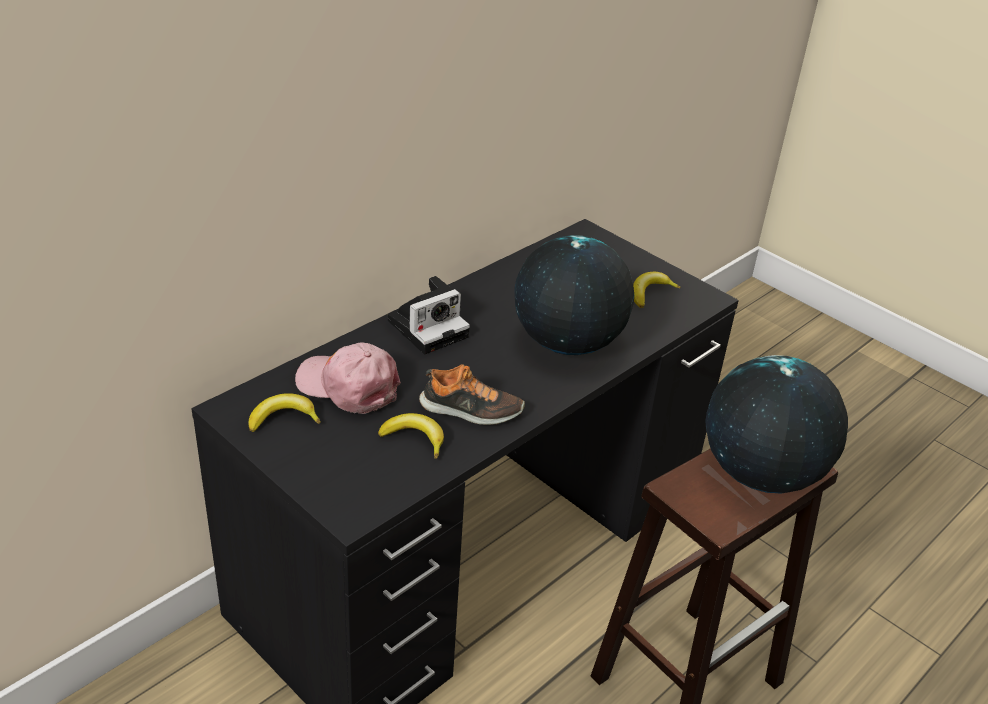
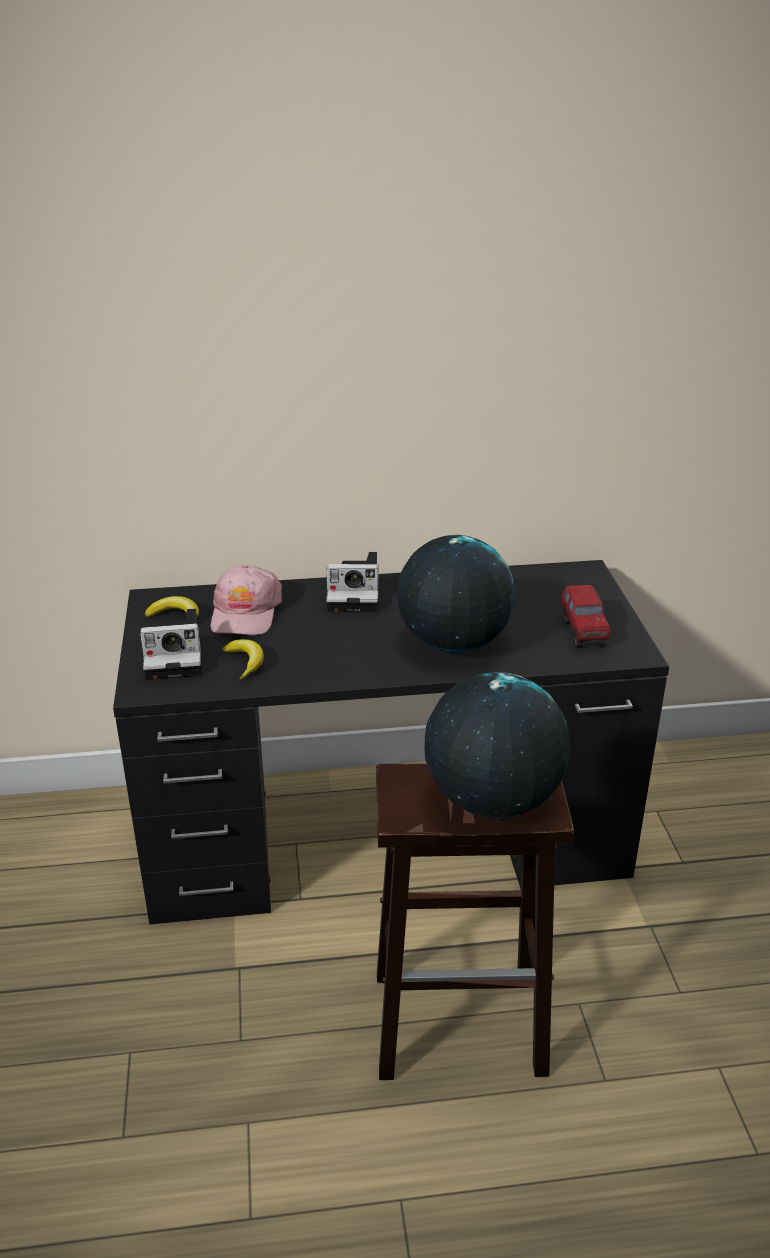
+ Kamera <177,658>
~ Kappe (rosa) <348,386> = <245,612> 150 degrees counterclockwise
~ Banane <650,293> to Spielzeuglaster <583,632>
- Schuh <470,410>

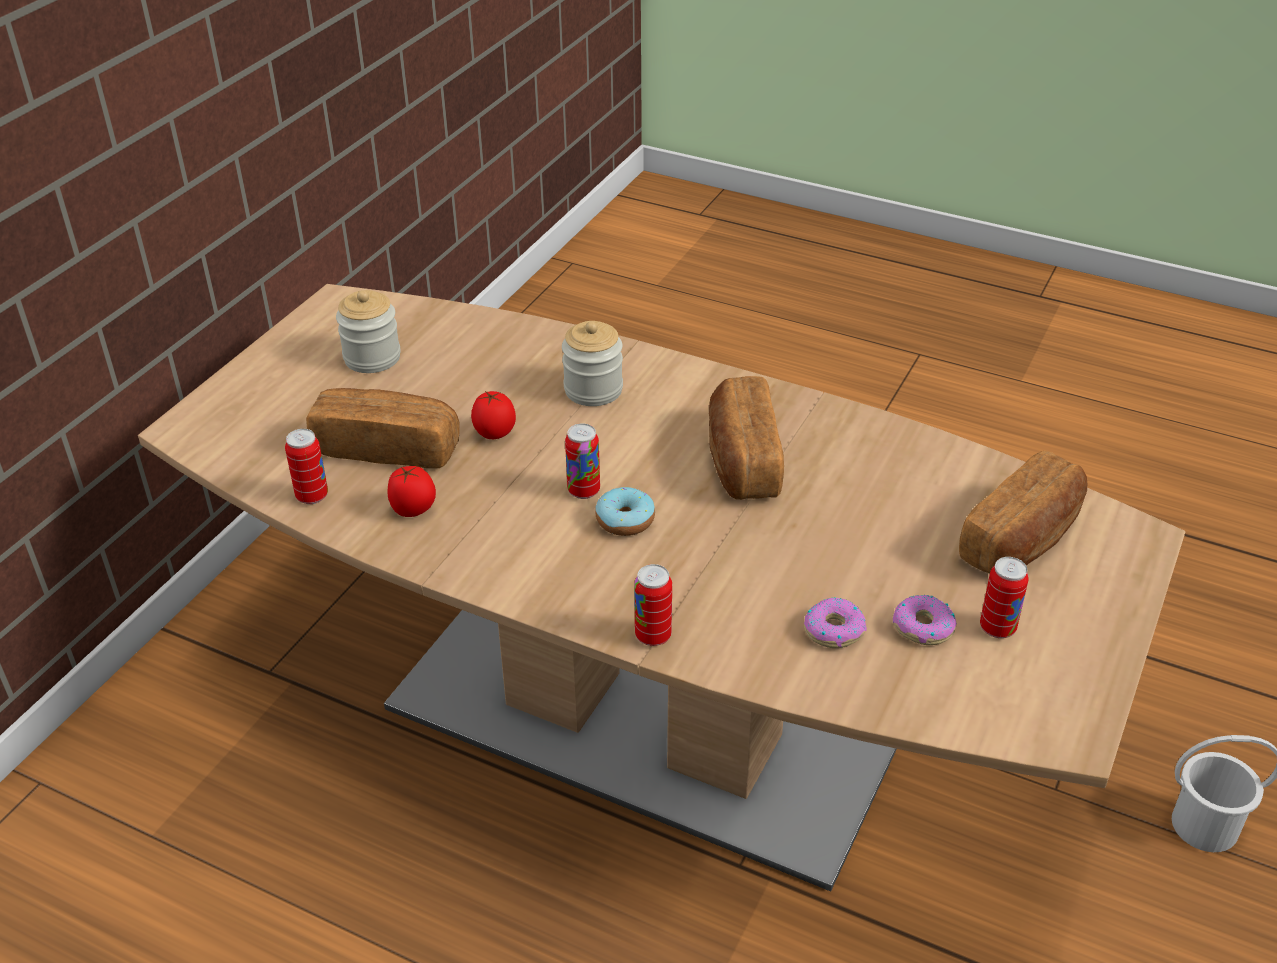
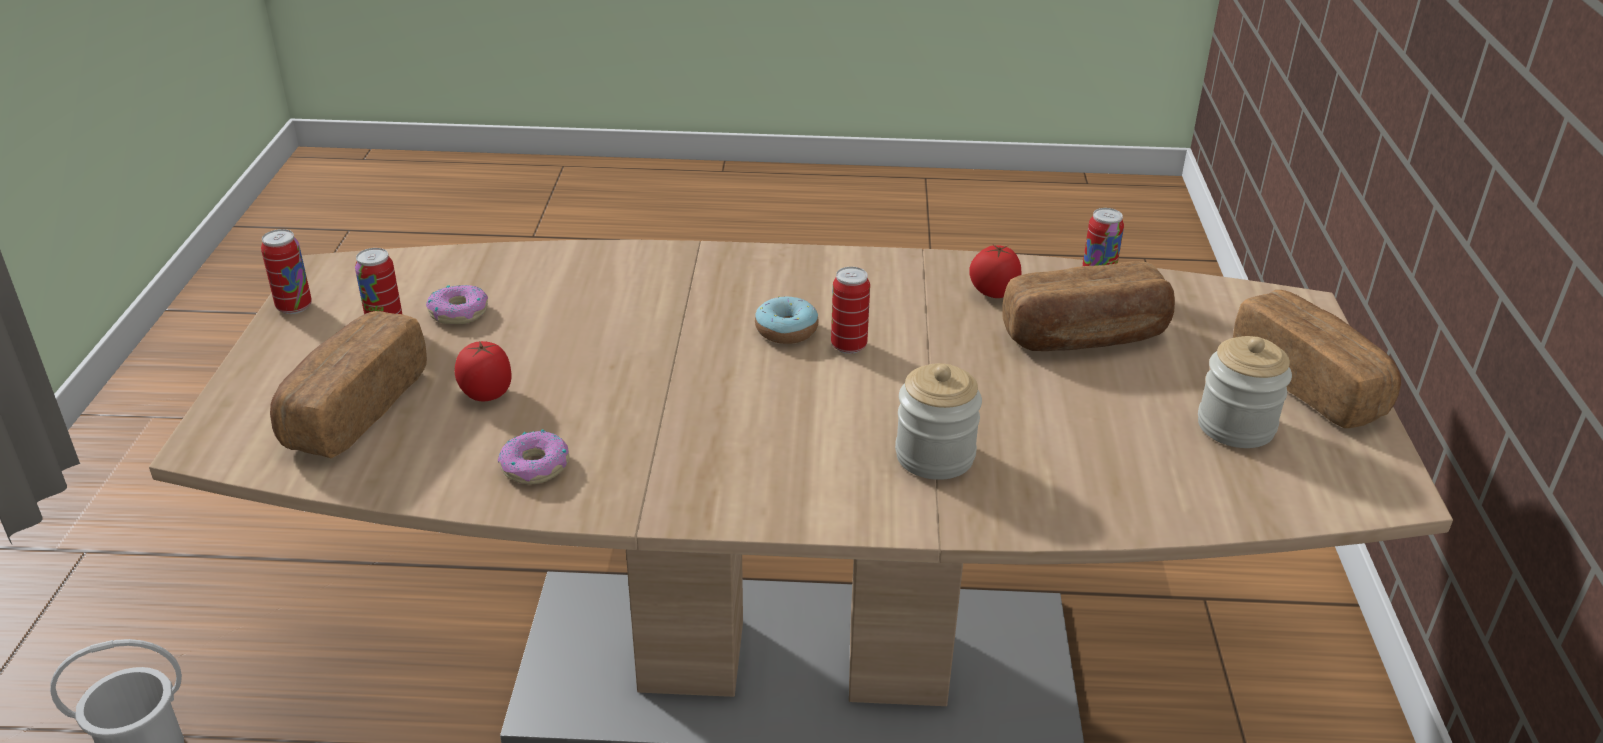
~ Dose <653,636> to <294,307>
~ Tomate <494,434> to <487,393>
~ Donut <833,630> to <535,466>
~ Brot <742,460> to <1309,383>

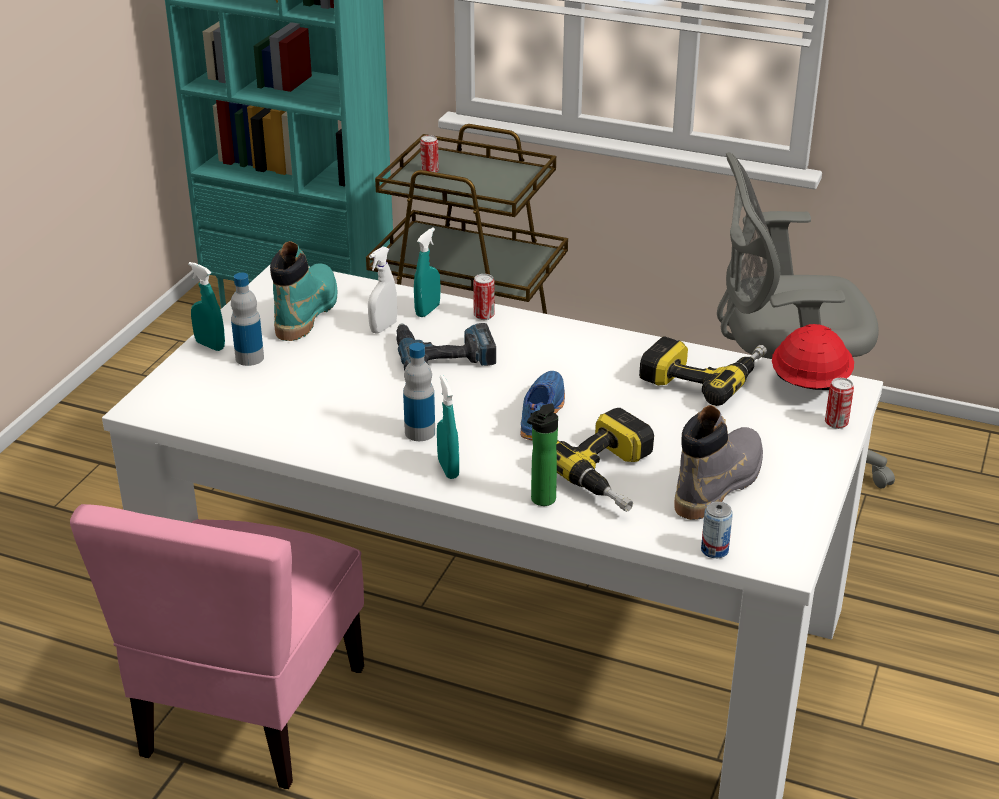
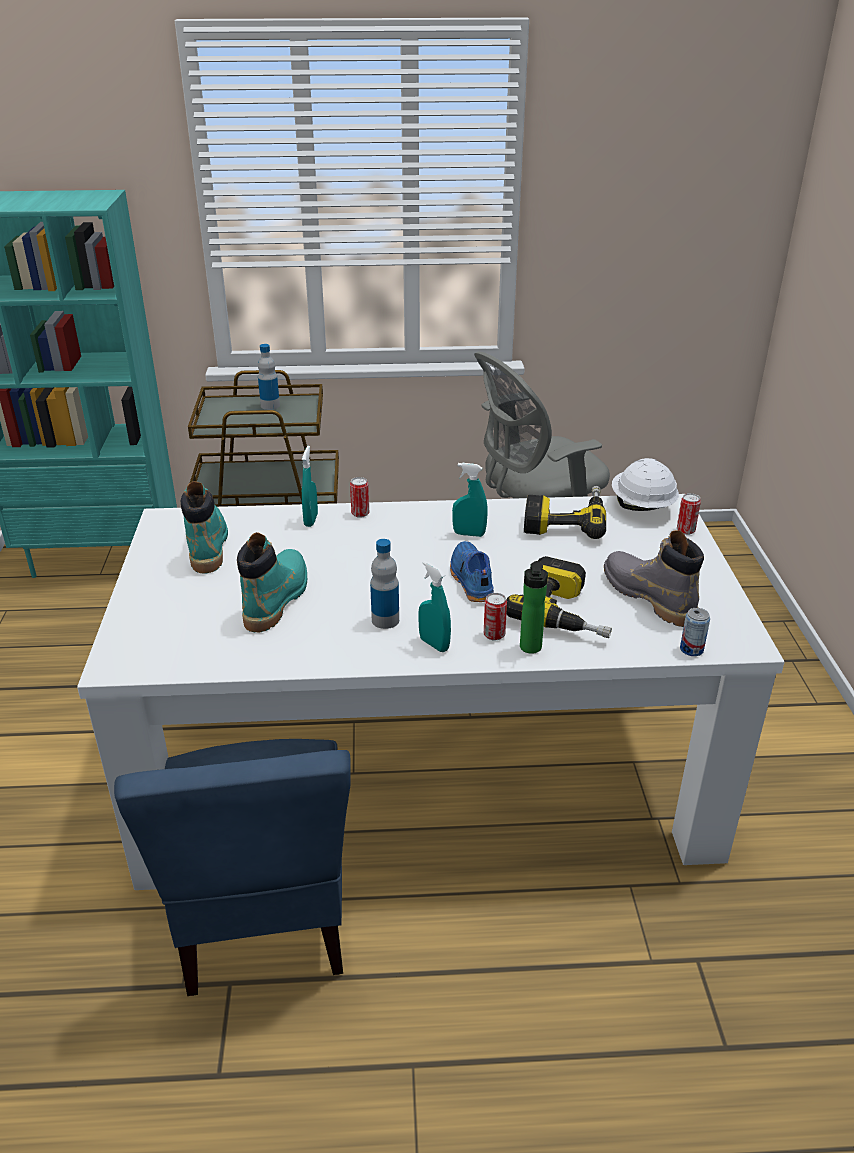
~ Stuhl (rosa) <250,711> to Stuhl (blau) <264,915>
+ Stiefel (türkis) <276,598>
~ Flasche <249,358> to <270,405>
~ Sprühflasche (türkis) <210,345> to <469,534>
~ Dose <430,171> to <494,635>
~ Stiefel (grau) <719,483> = <648,597> 45 degrees counterclockwise
~ Schutzhelm (rot) <809,383> to Schutzhelm (weiß) <641,507>
- Sprühflasche (weiß) <383,327>
- Bohrmaschine <444,354>

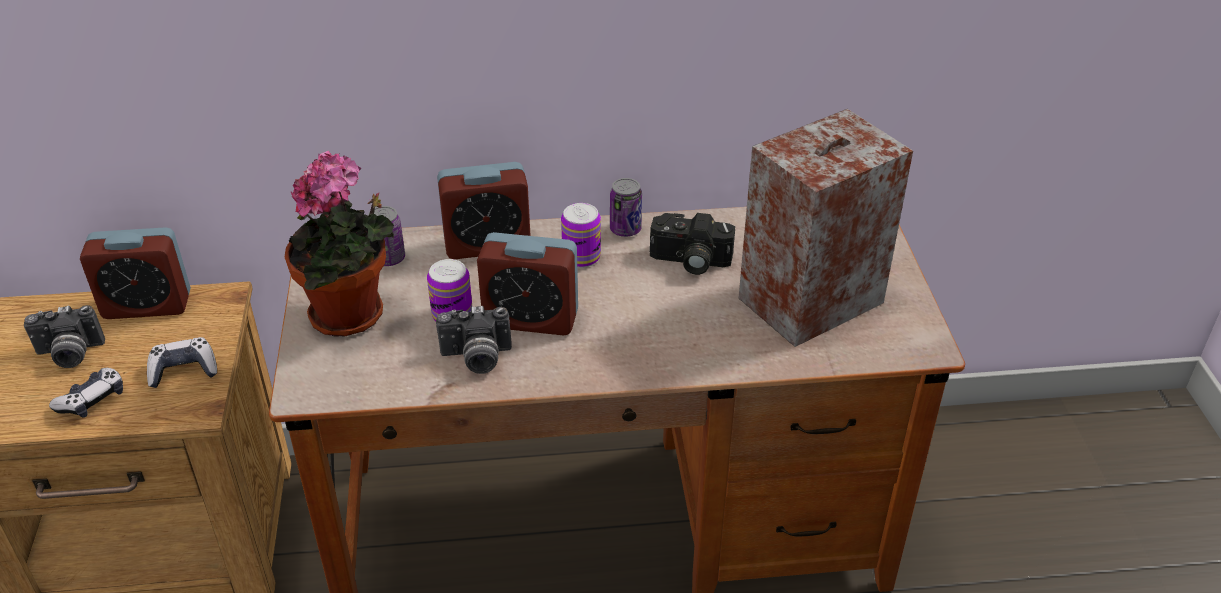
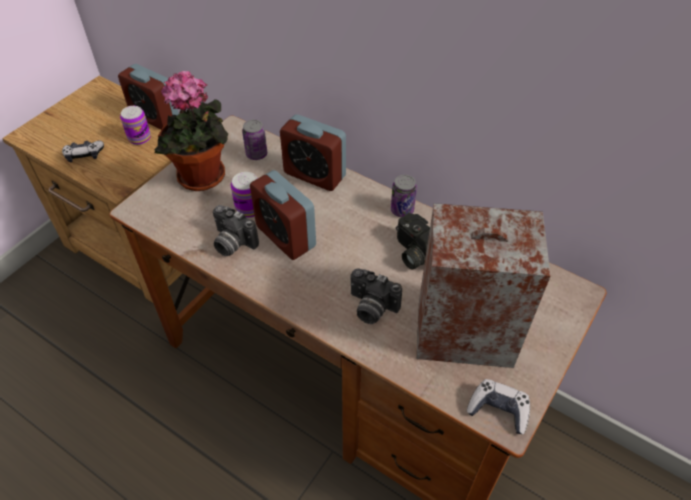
~ Dose <581,257> to <139,138>
~ Kamera <69,355> to <371,308>
~ Gamepad <183,370> to <498,410>

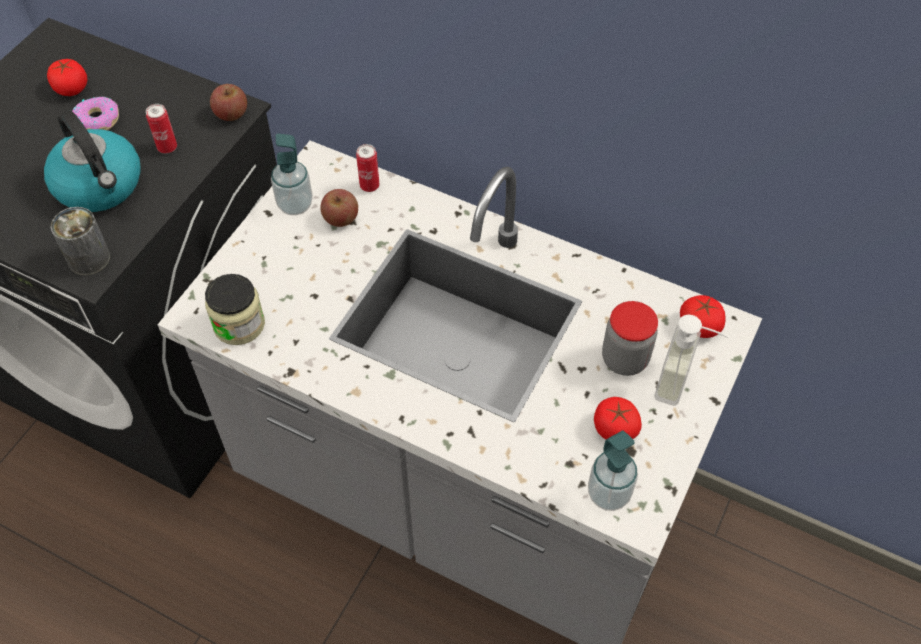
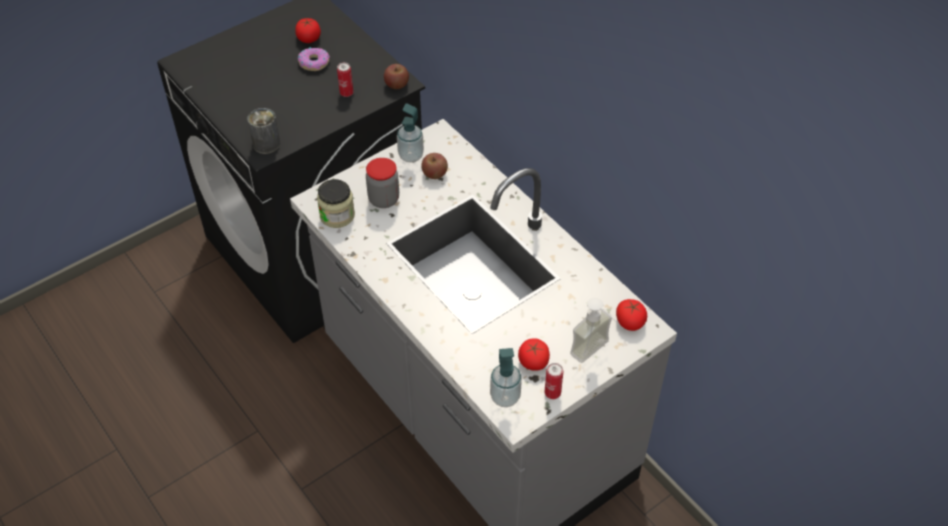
~ Vorratsglas <624,359> to <384,199>
~ Dose <369,186> to <552,393>
- Wasserkessel <100,185>

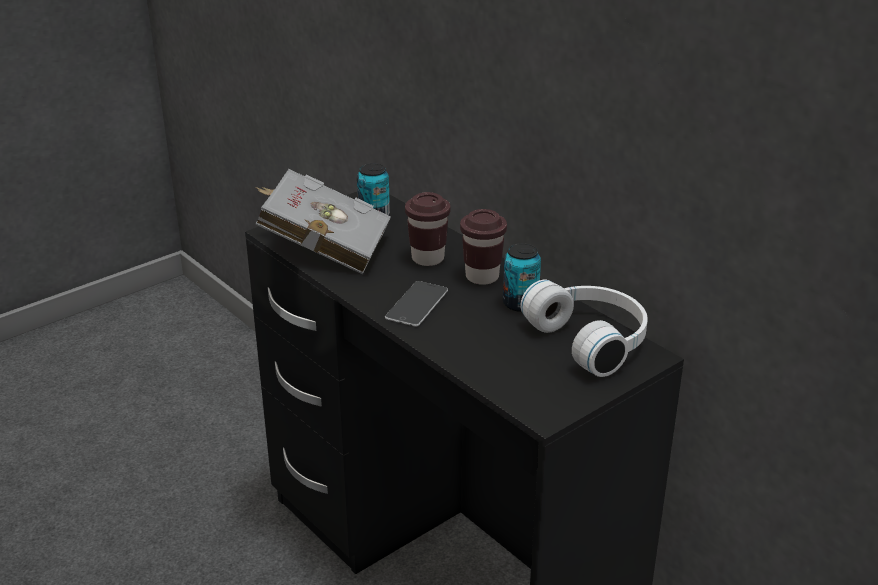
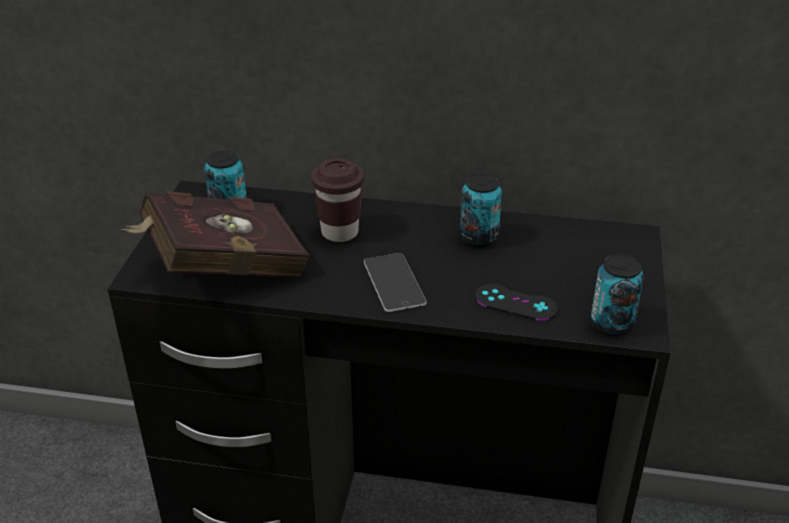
~ Buch (grau) <321,248> to Buch (rot) <221,269>
+ Gamepad (schwarz) <516,303>
+ Dose <611,324>
- Tasse (braun) <482,277>
- Kopfhörer (weiß) <592,339>

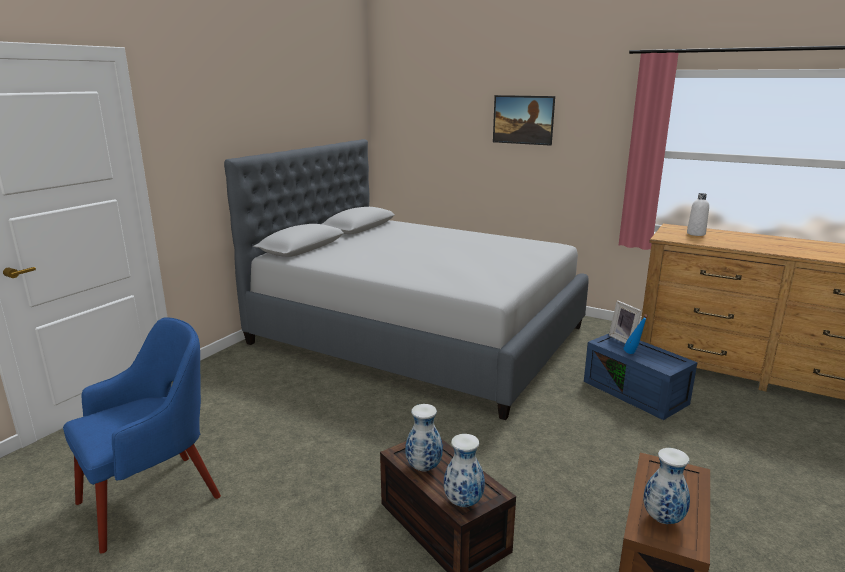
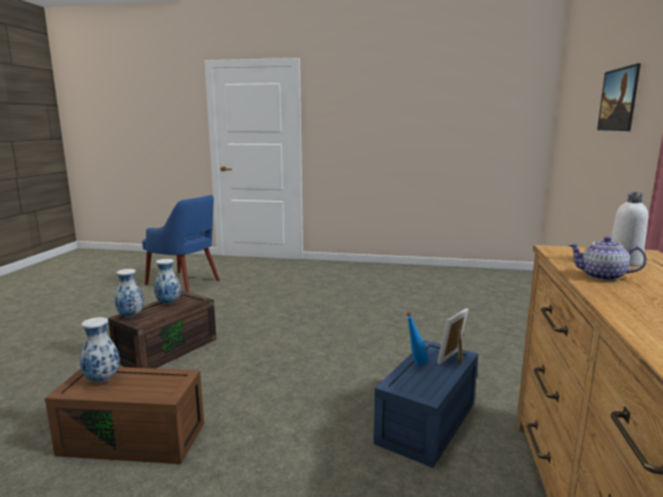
+ Teekanne <602,276>
- Bett (grau) <418,335>

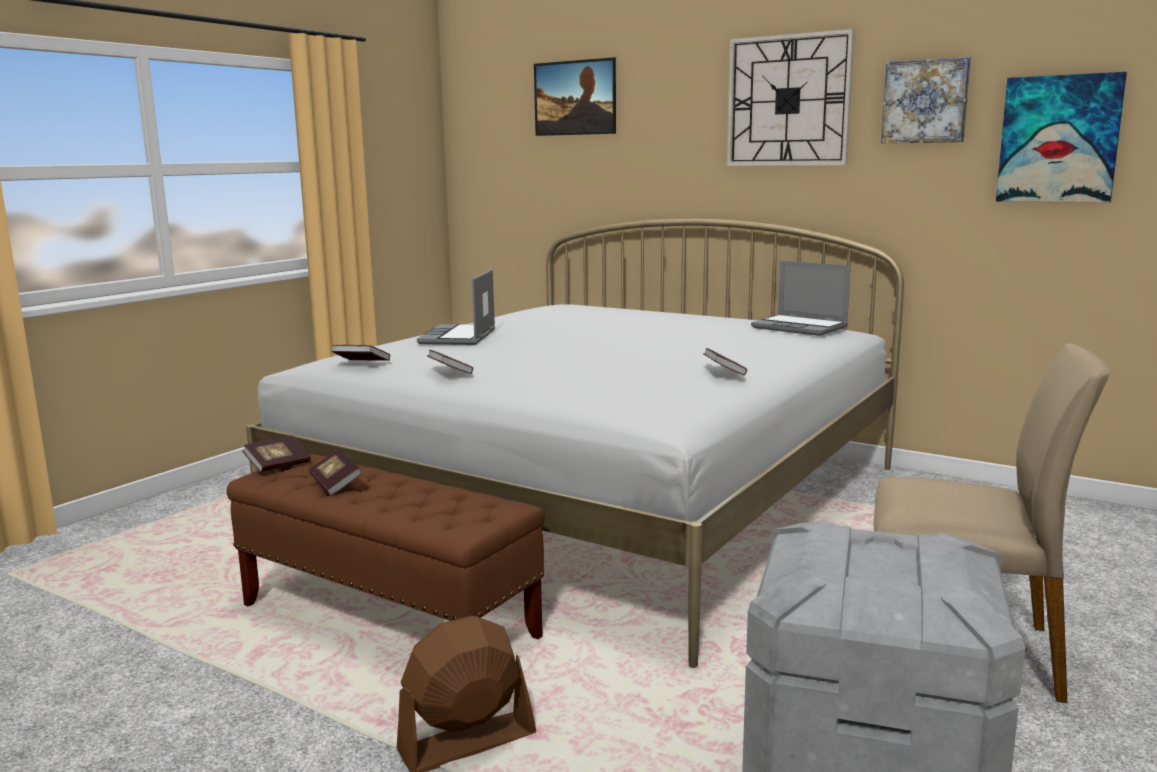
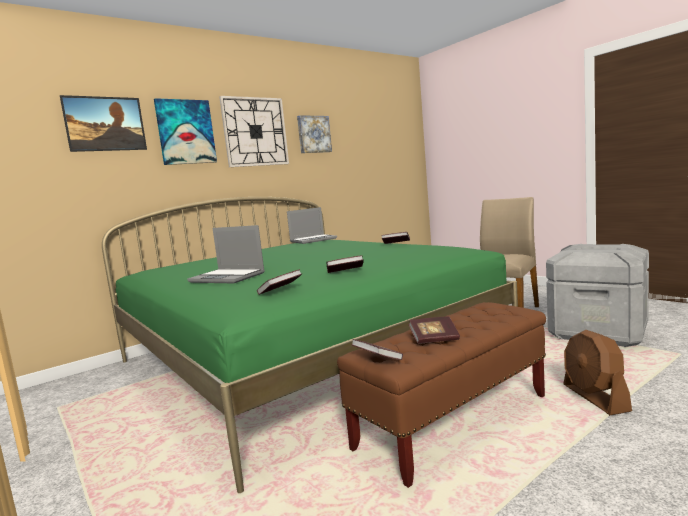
~ Bett (weiß) <600,498> to Bett (grün) <305,356>
~ Bild <1059,139> to <185,132>

